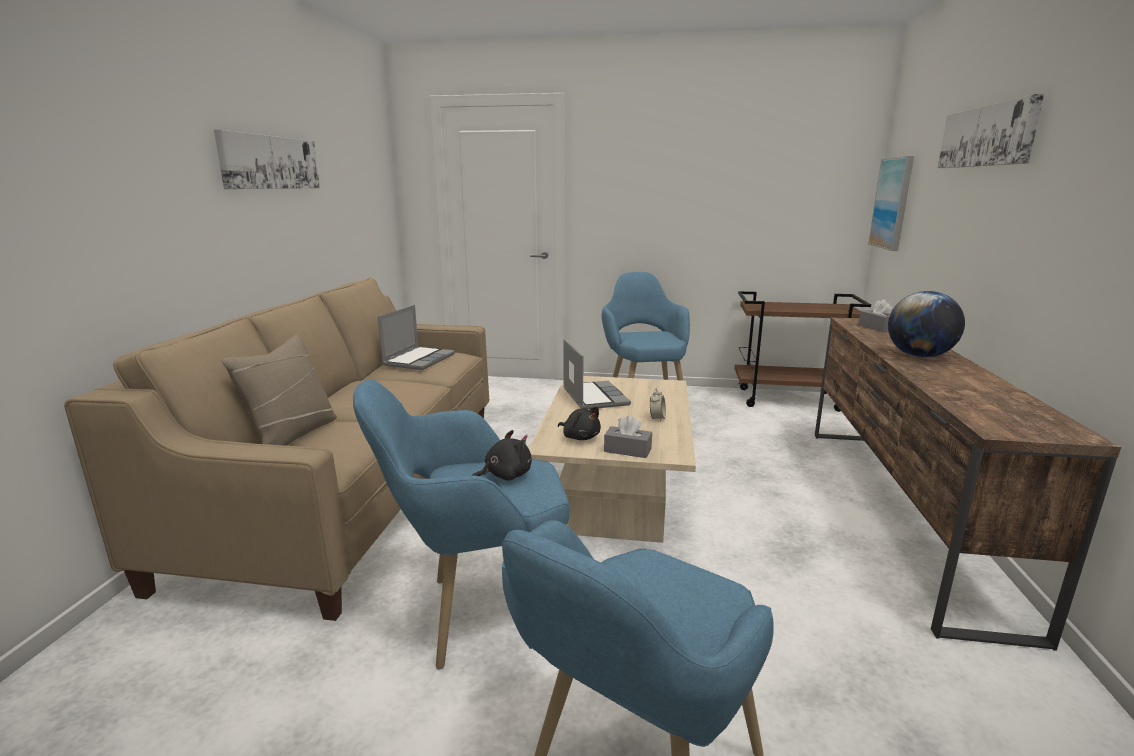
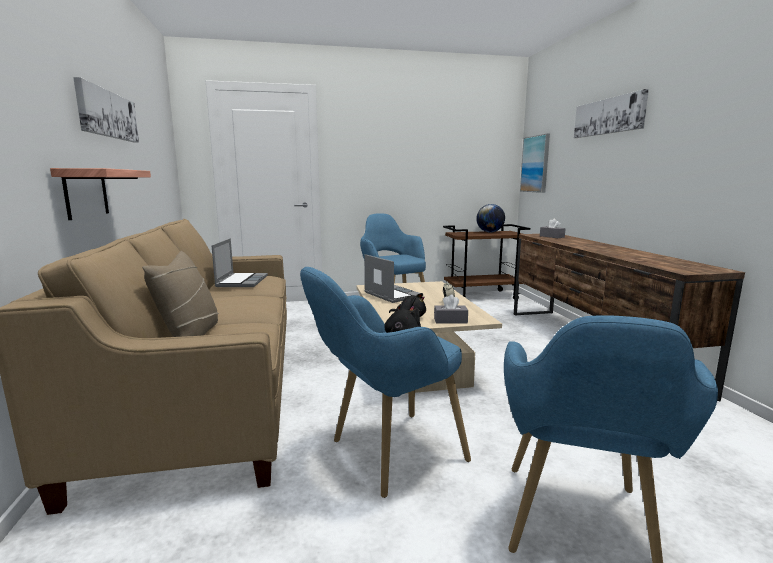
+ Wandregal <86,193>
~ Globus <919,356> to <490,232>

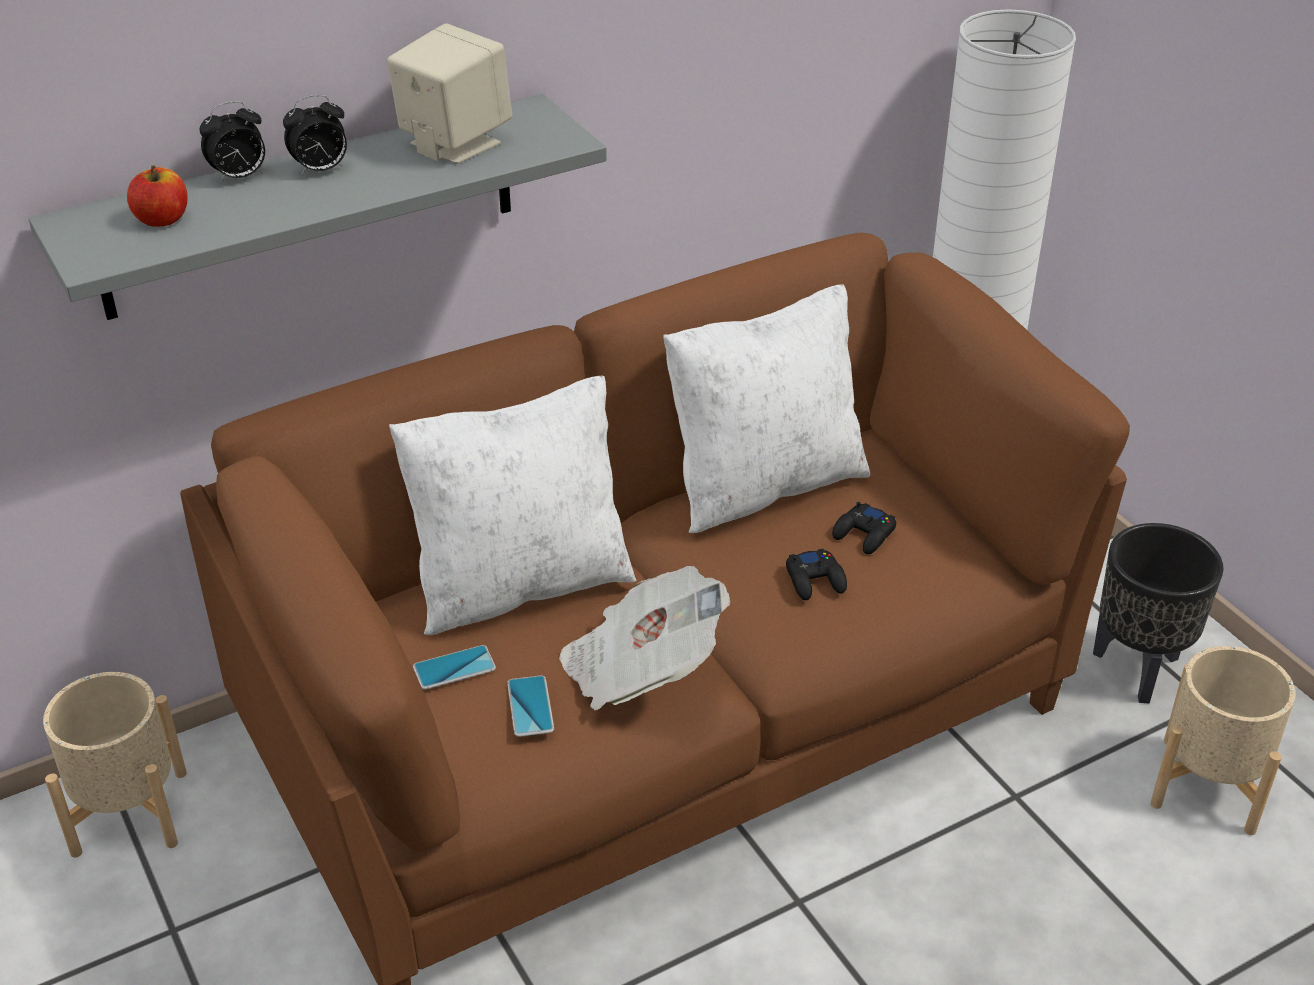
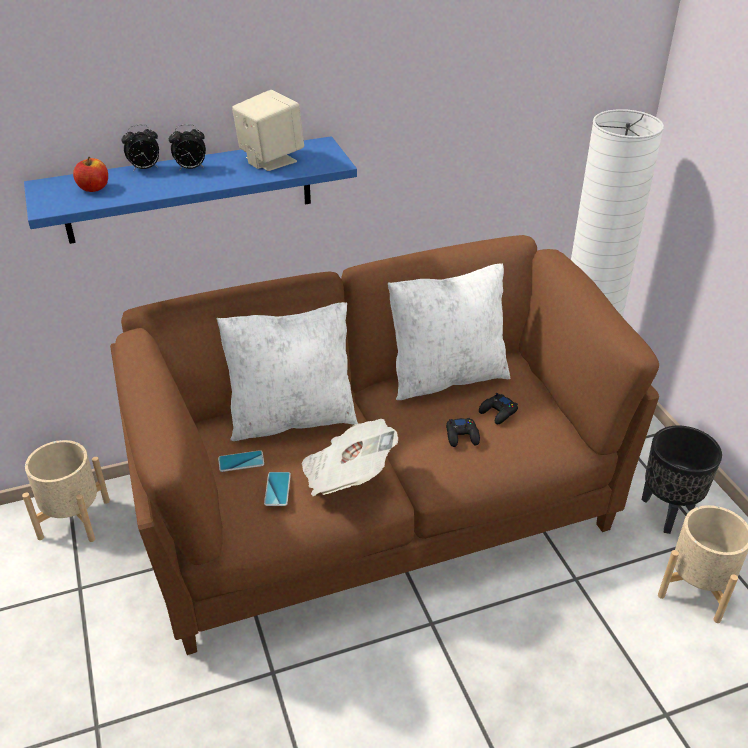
~ Wandregal (grau) <309,207> to Wandregal (blau) <189,190>

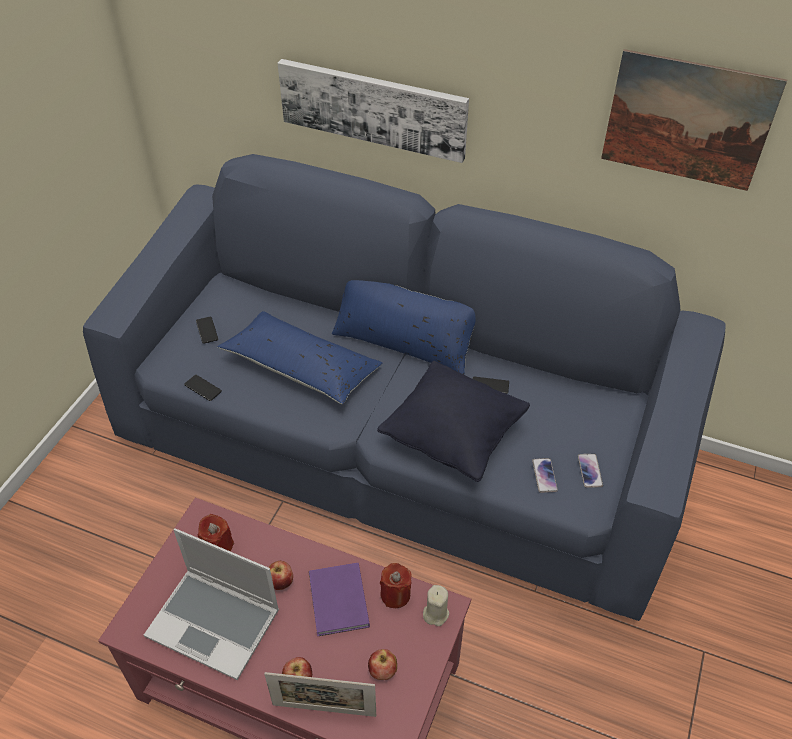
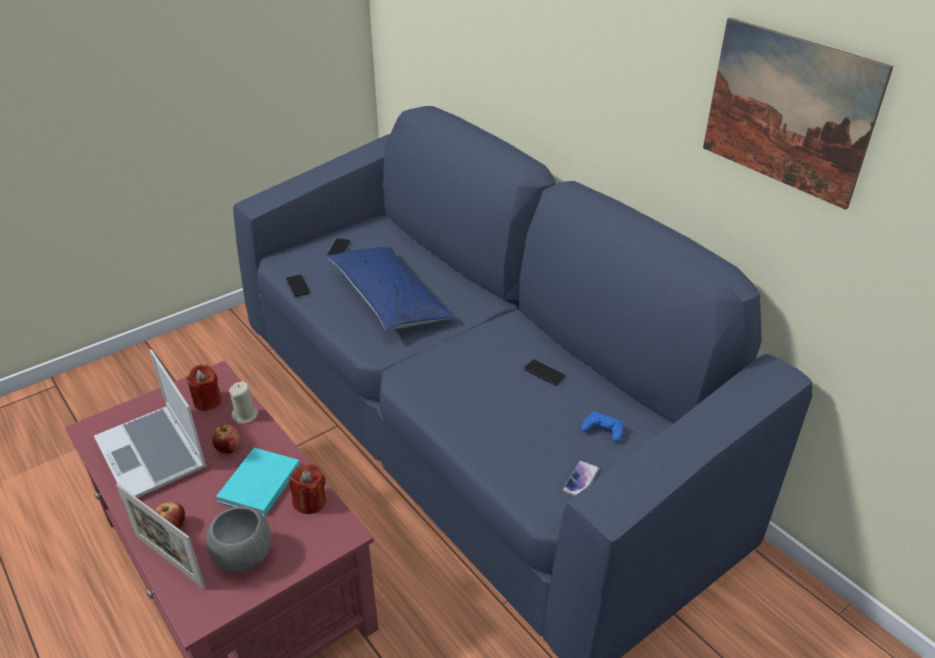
~ Apfel <382,671> to Schüssel (grau) <243,556>
~ Buch (lila) <337,602> to Buch (türkis) <257,485>
~ Kerze (beige) <435,613> to <245,415>
+ Gamepad (blau) <603,430>
- Bild <373,108>
- Kissen (blau) <403,343>
- Kissen (schwarz) <453,437>
- Handy <544,475>

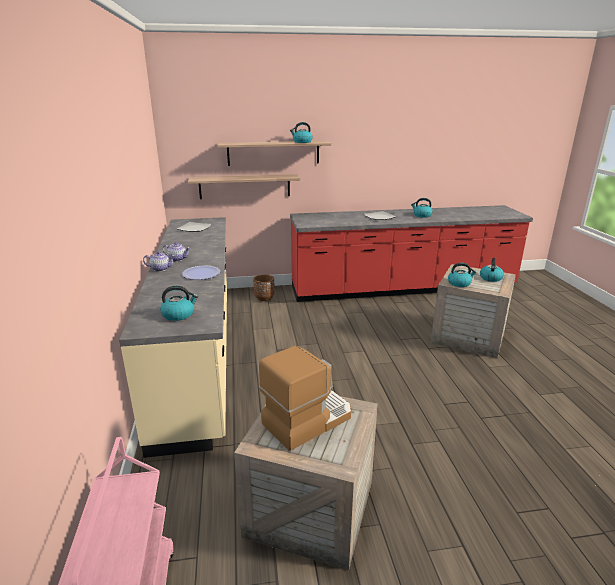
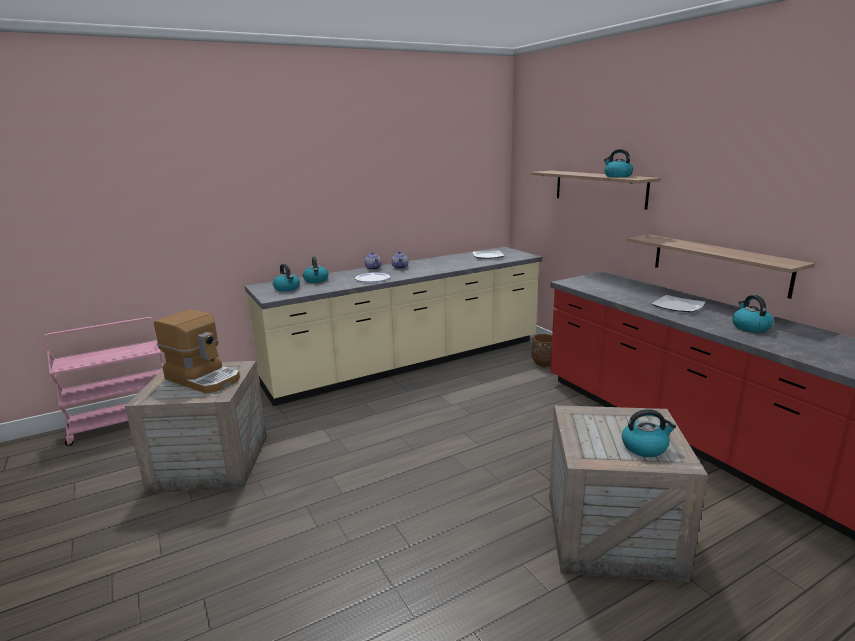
~ Wasserkessel <459,283> to <316,280>
~ Wandregal <244,186> to <718,264>

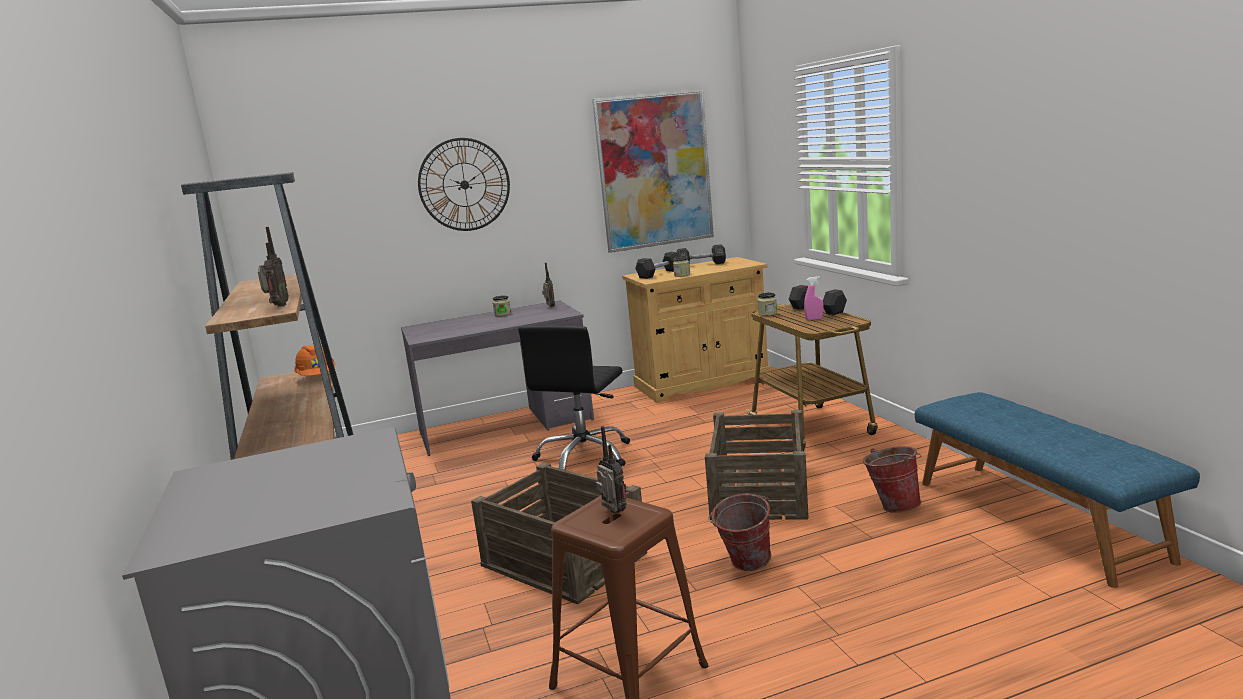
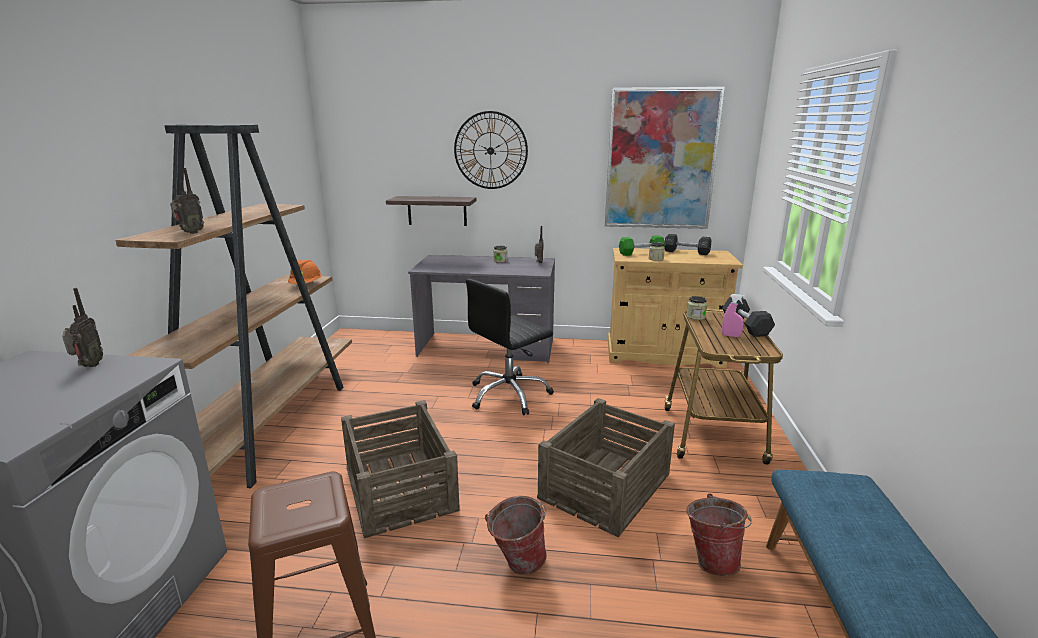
~ Radio <613,513> to <88,366>
+ Wandregal <437,210>
~ Hantel (schwarz) <659,274> to Hantel (grün) <641,253>

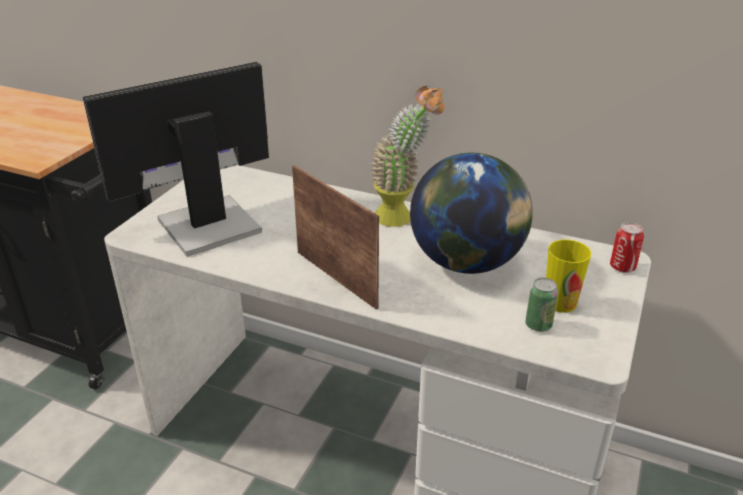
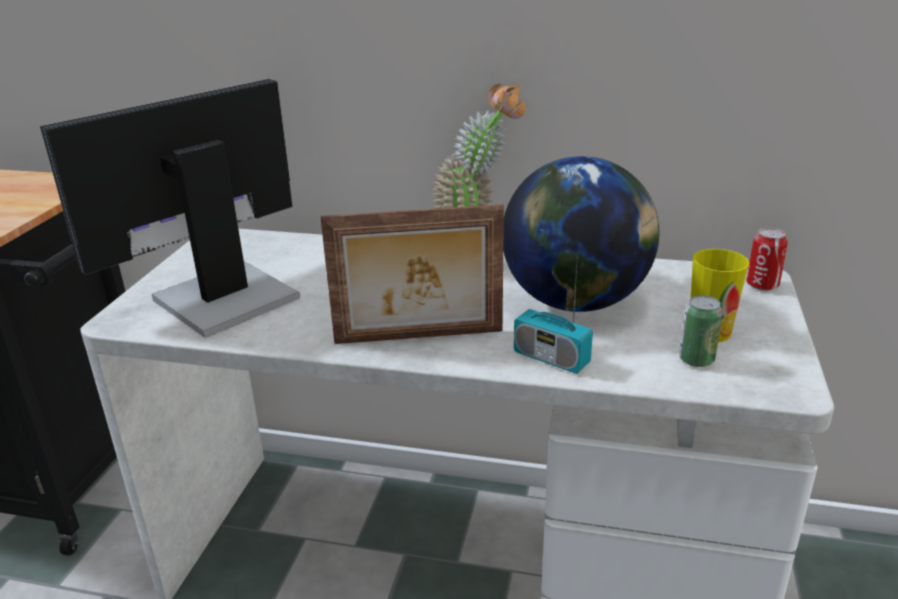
~ Bilderrahmen <337,278> = <419,338> 135 degrees clockwise
+ Radio <551,358>

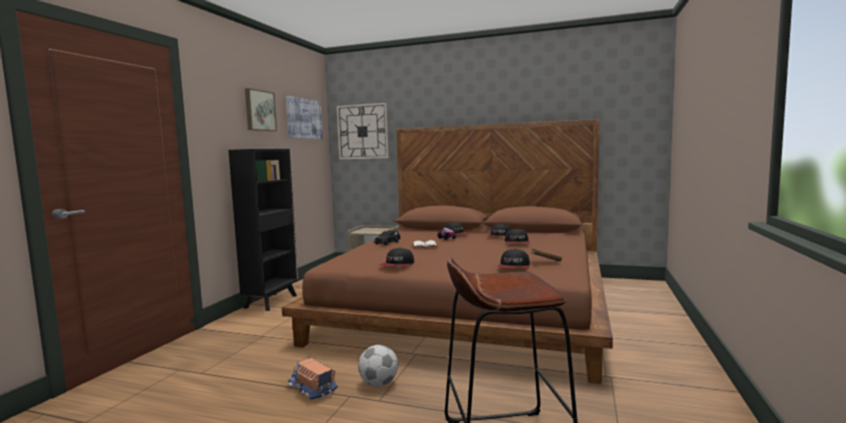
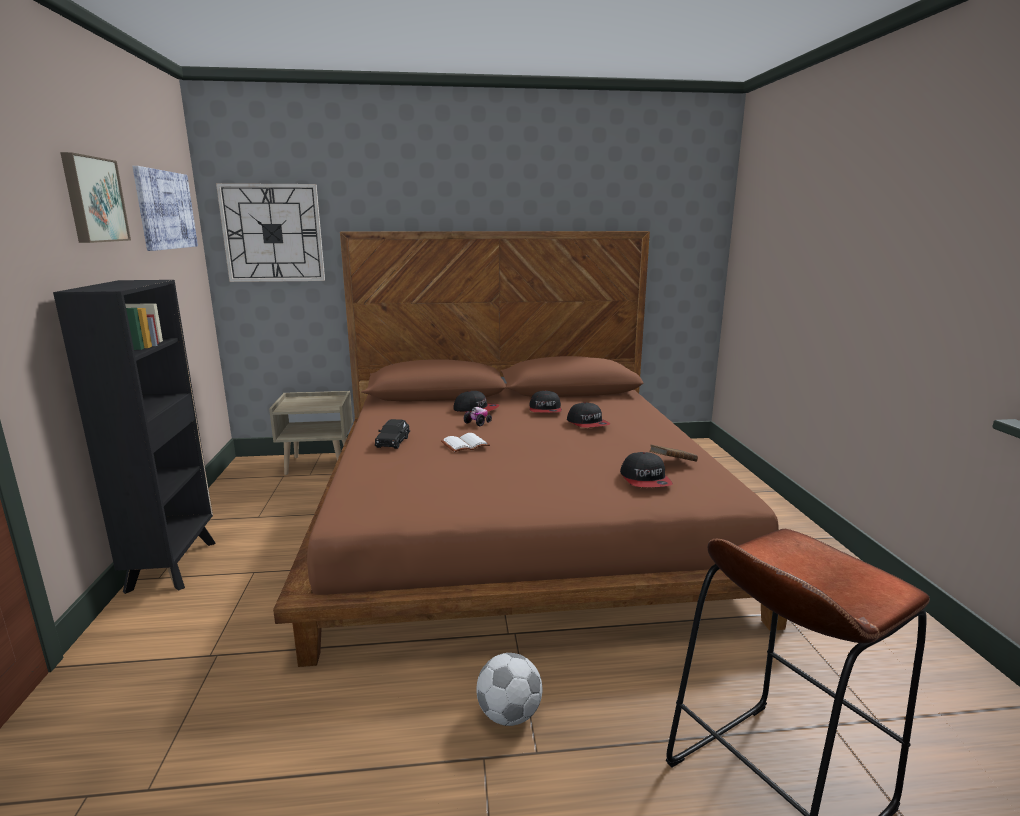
- Spielzeuglaster <311,389>
- Kappe <398,265>

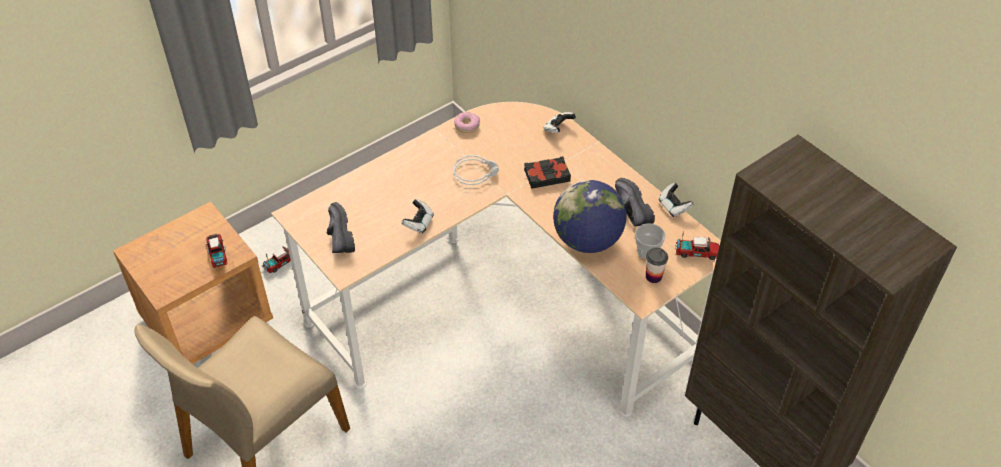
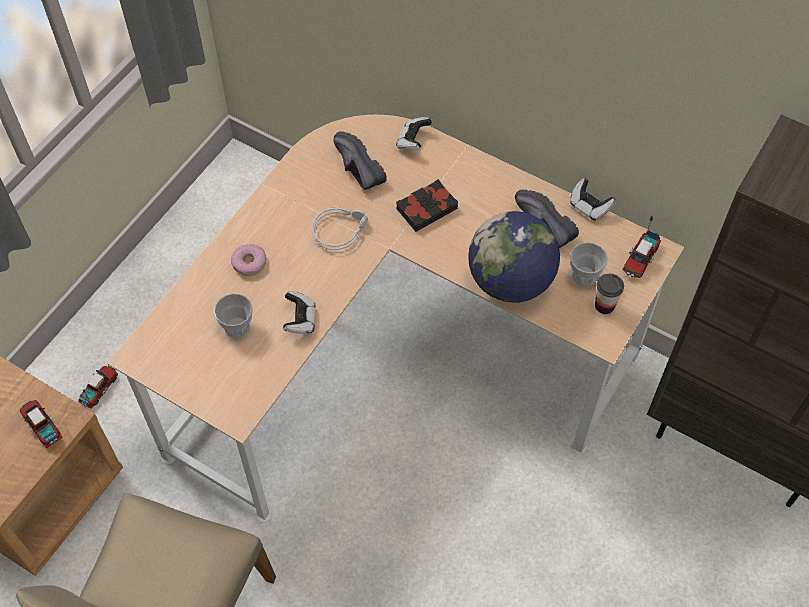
+ Tasse <237,326>
~ Donut <467,125> to <249,263>
~ Schuh (schwarz) <337,236> to <354,170>
~ Spielzeuglaster <697,253> = <640,259> 135 degrees clockwise

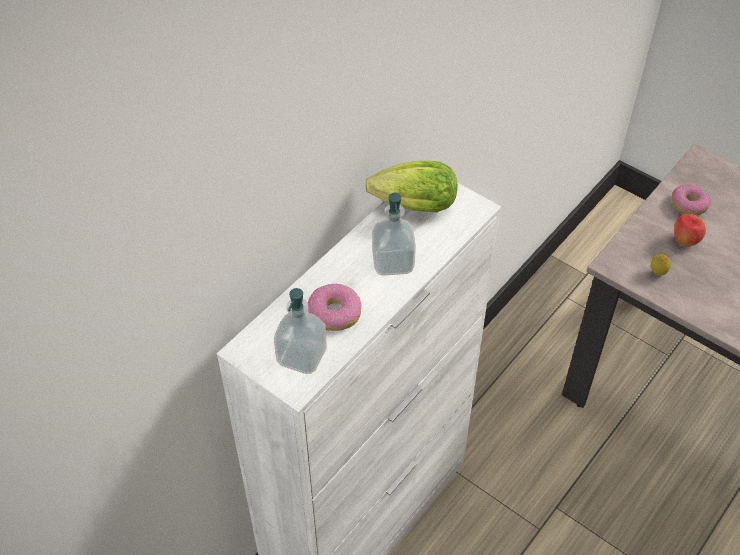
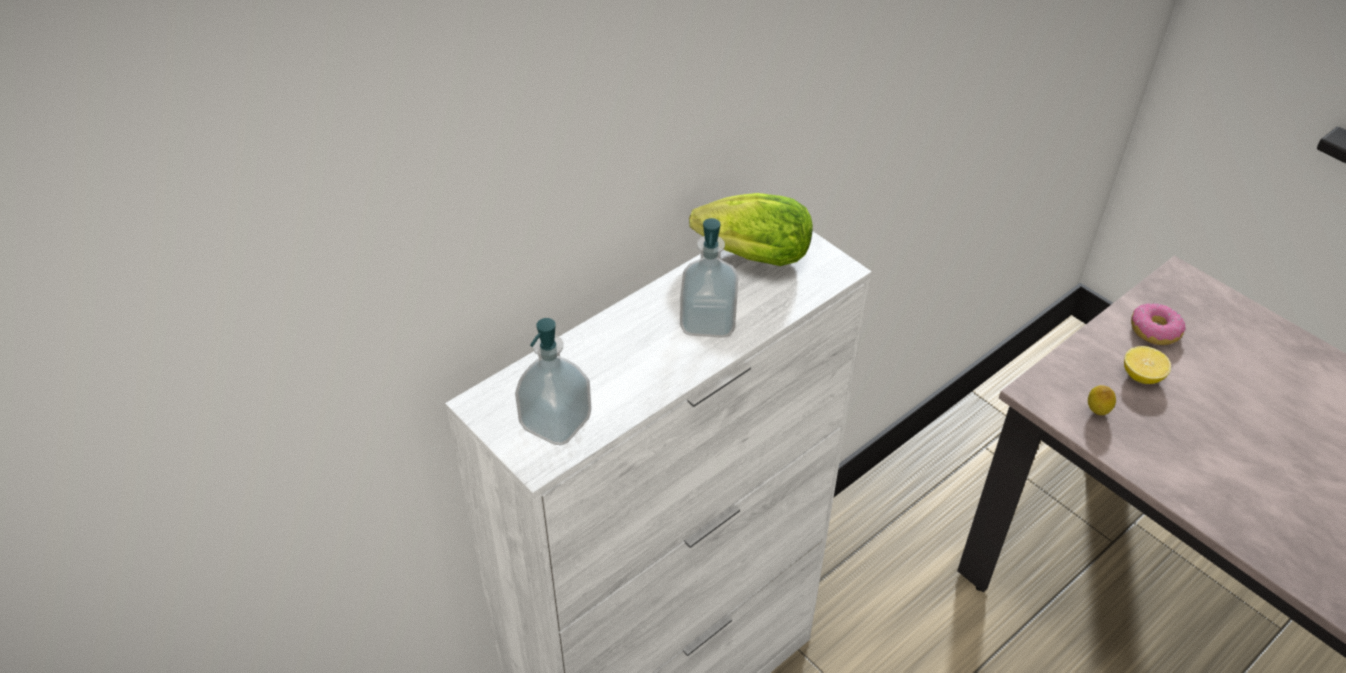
~ Apfel <685,241> to Zitrone <1141,376>
- Donut <334,313>

